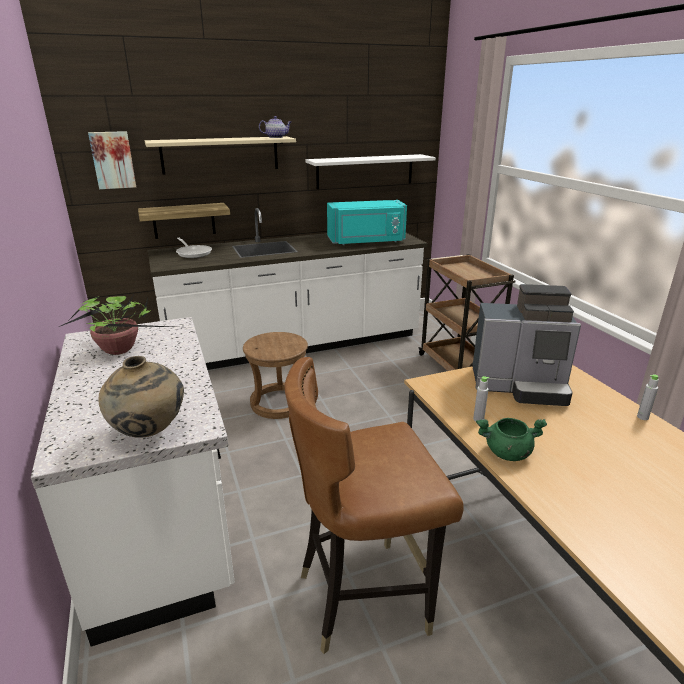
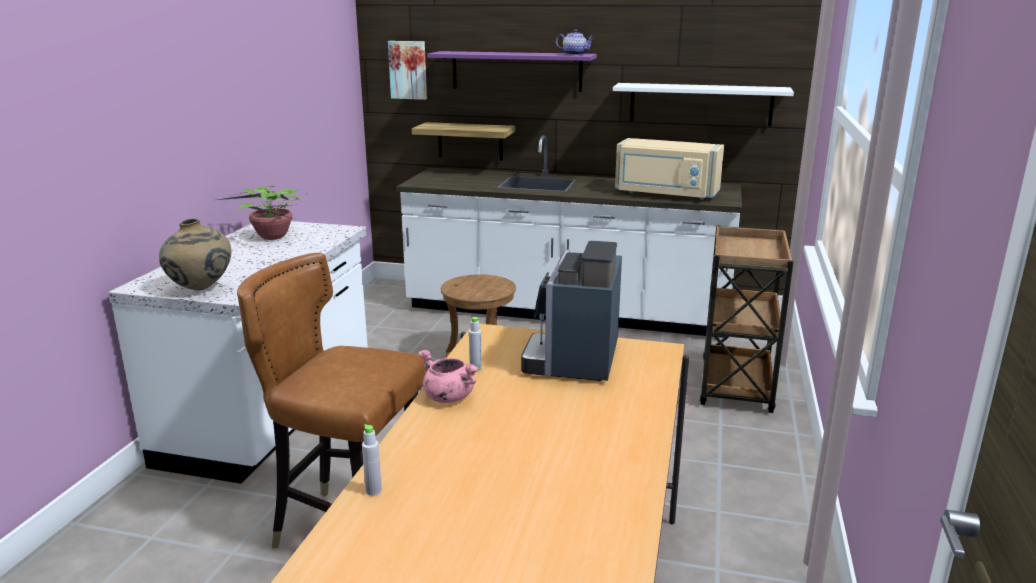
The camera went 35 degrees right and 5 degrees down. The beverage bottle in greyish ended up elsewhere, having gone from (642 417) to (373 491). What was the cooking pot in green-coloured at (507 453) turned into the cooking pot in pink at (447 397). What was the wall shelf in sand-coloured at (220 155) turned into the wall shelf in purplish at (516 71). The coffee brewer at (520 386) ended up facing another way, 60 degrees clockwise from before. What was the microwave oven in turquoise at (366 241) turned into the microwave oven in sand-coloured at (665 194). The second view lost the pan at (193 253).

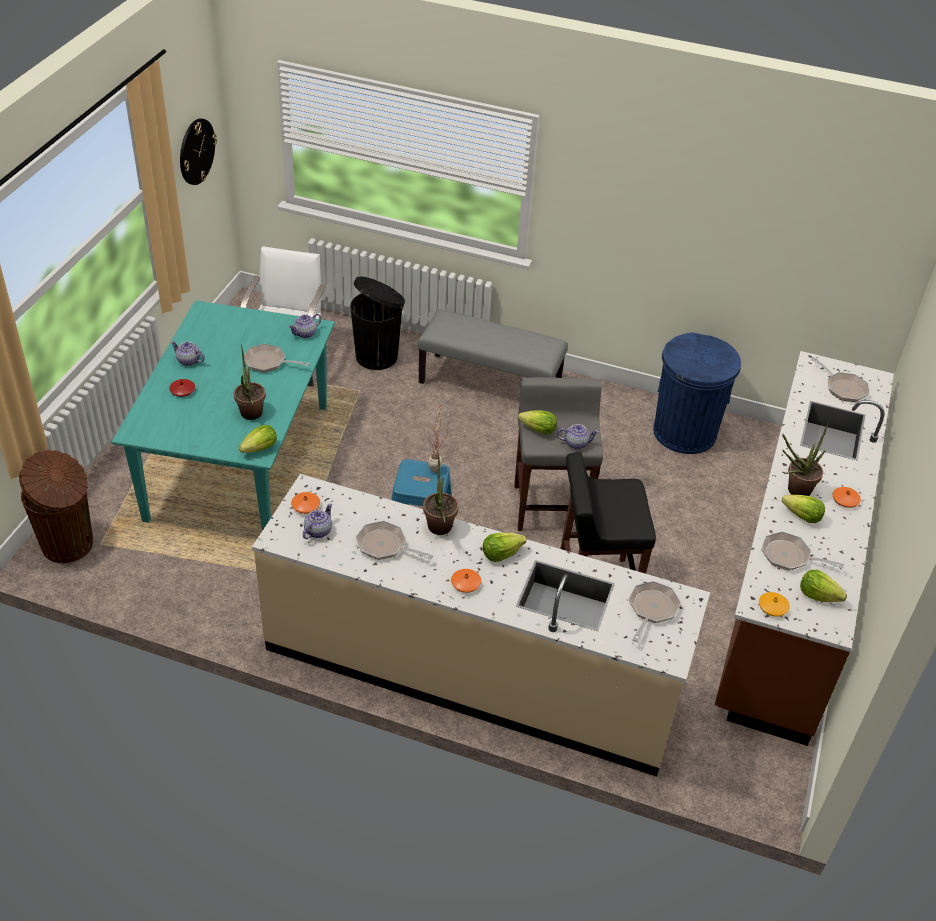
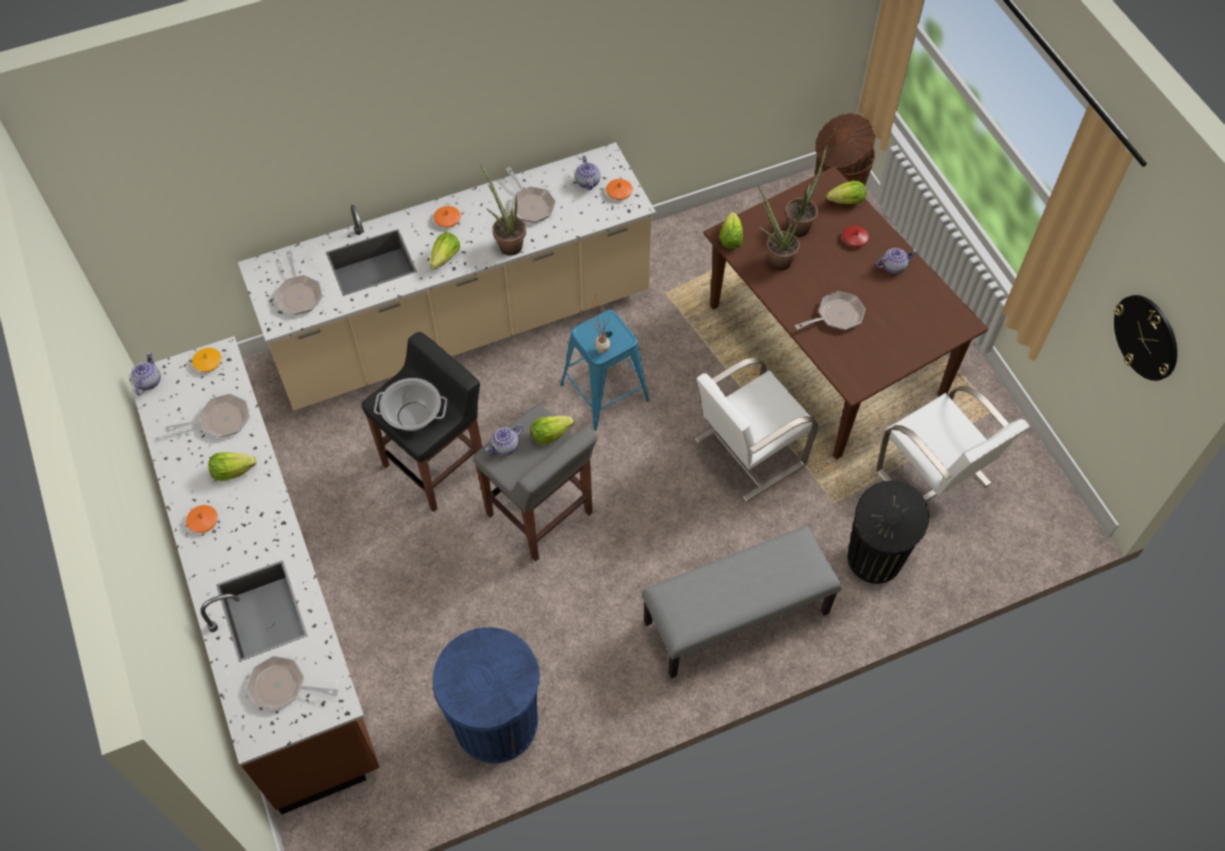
The camera went 140 degrees right and 15 degrees up. The tea pot ended up elsewhere, having gone from (305 333) to (148 381). The second view gained the cooking pot at (413 416). The pan at (385 546) ended up facing another way, 75 degrees clockwise from before. The second view gained the plain chair in white at (747 452). What was the dinner table in turquoise at (240 462) turned into the dinner table in brownish at (824 350). The plant in a pot ended up elsewhere, having gone from (794 491) to (801 224). The lettuce ended up elsewhere, having gone from (818 595) to (846 201).

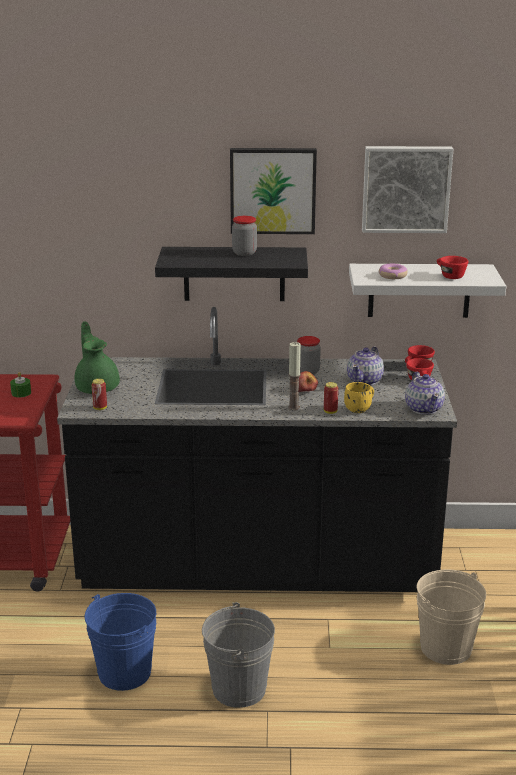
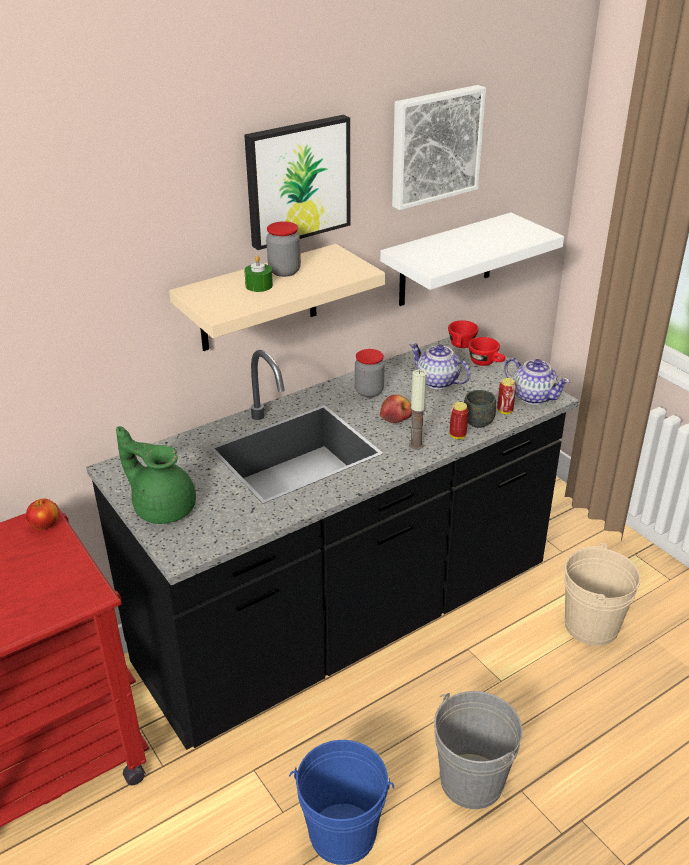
The camera went 35 degrees left and 10 degrees up. The second view gained the whole apple at (45 525). What was the wall shelf in blackish at (234 273) turned into the wall shelf in sand-coloured at (258 299). The wax light in green-coloured ended up elsewhere, having gone from (21 393) to (259 285). The tea pot at (365 380) ended up facing another way, 135 degrees clockwise from before. What was the mug in yellowish at (360 408) turned into the mug in greyish at (479 419). The sealed can ended up elsewhere, having gone from (100 408) to (504 411). The second view lost the donut at (392 276). The second view lost the small cup in red-coloured at (449 276).

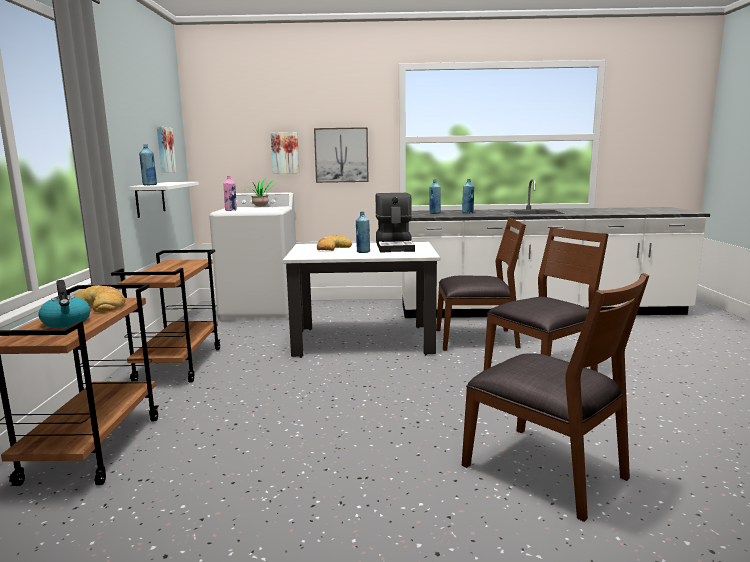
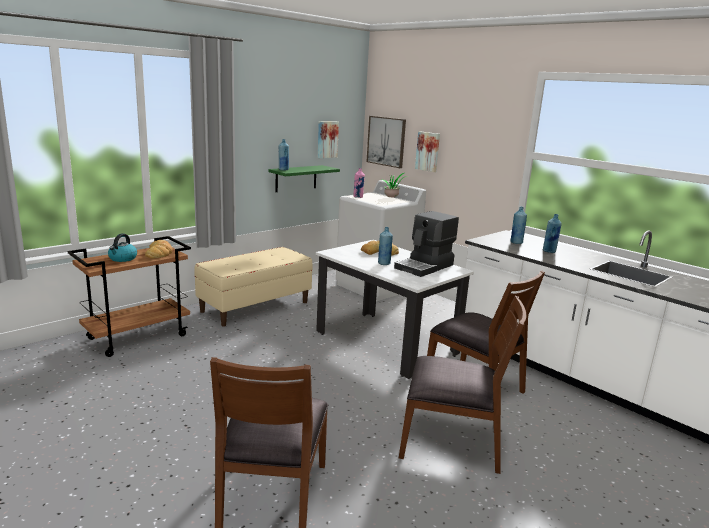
The camera went 45 degrees right and 5 degrees up. Where the wheeled cart in brownish stood at (179 364), the indoor bench in sand-coloured came to stand at (255 306). What was the wall shelf in white at (150 199) turned into the wall shelf in green-coloured at (296 178). The picture ended up elsewhere, having gone from (341 155) to (386 141).

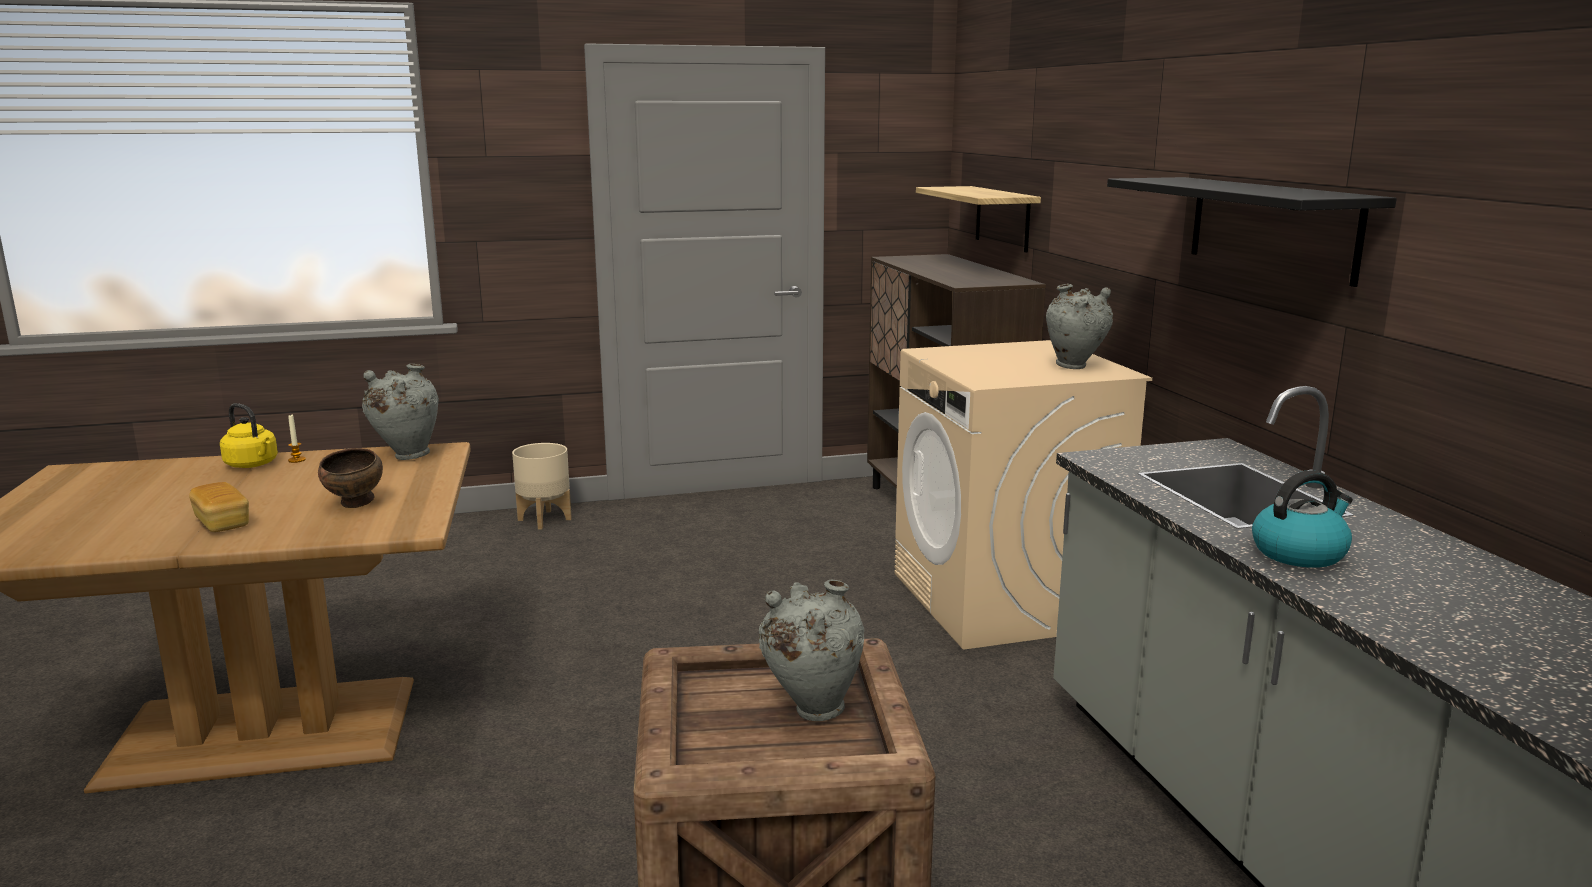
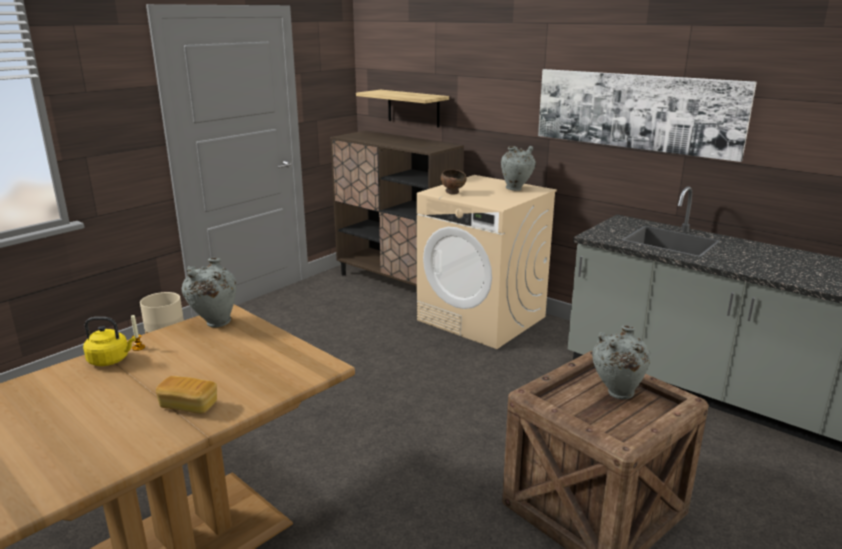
The camera went 35 degrees left and 5 degrees up. The deep dish in brownish ended up elsewhere, having gone from (356 504) to (453 193). Where the wall shelf in blackish hung at (1271 227), the picture came to hang at (636 111). The second view lost the tea kettle at (1299 553).

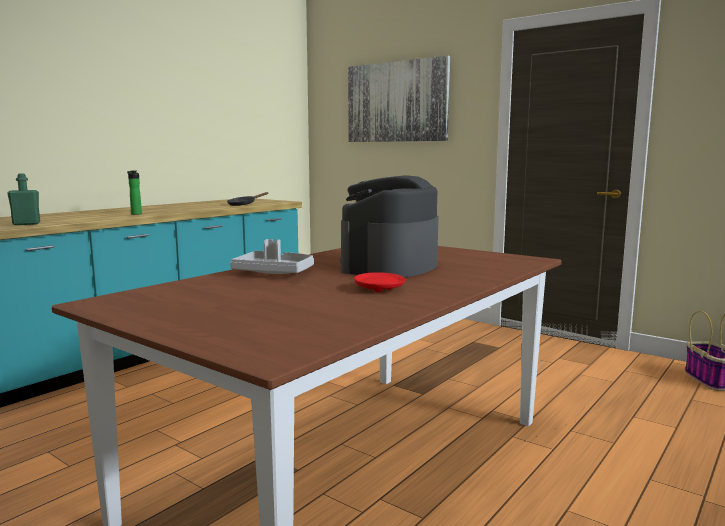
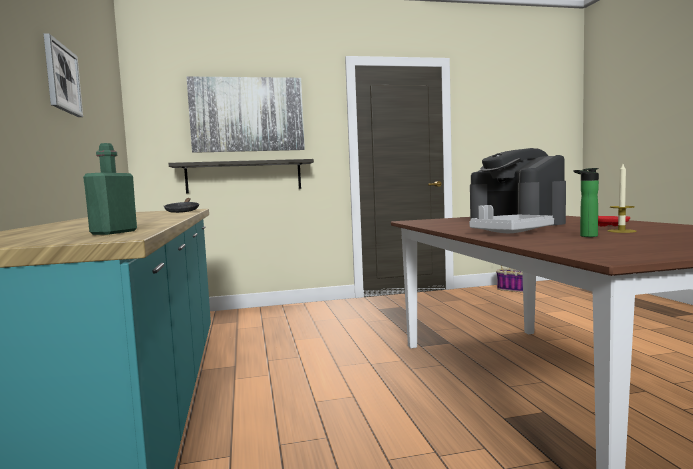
The camera went 50 degrees left and 5 degrees down. The second view gained the picture at (62 78). The second view gained the wall shelf at (244 176). The beverage bottle ended up elsewhere, having gone from (135 214) to (586 236). The second view gained the wax light at (621 231).

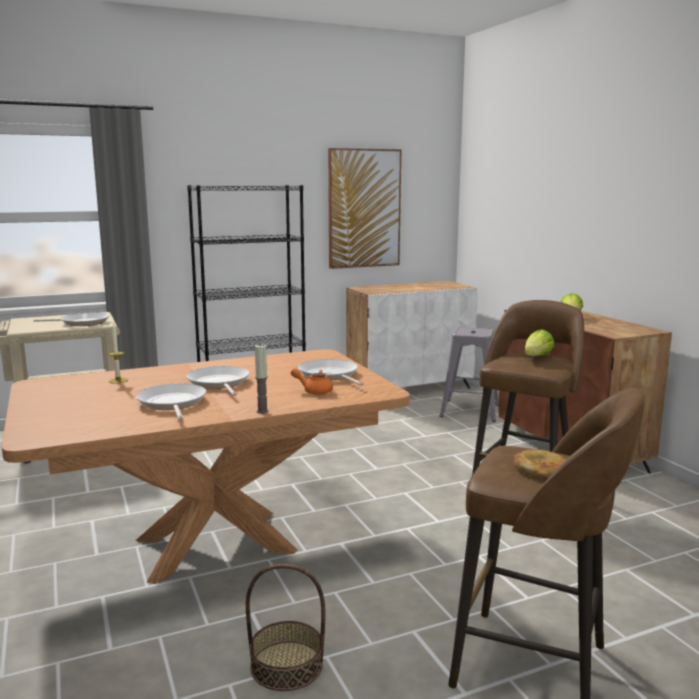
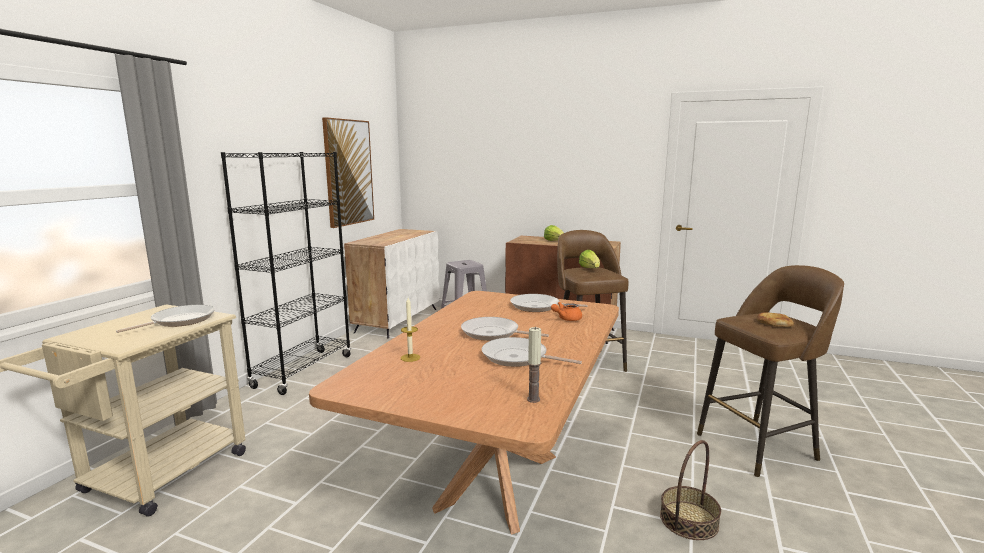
The camera went 45 degrees left and 0 degrees up. The wax light ended up elsewhere, having gone from (262 411) to (533 399).

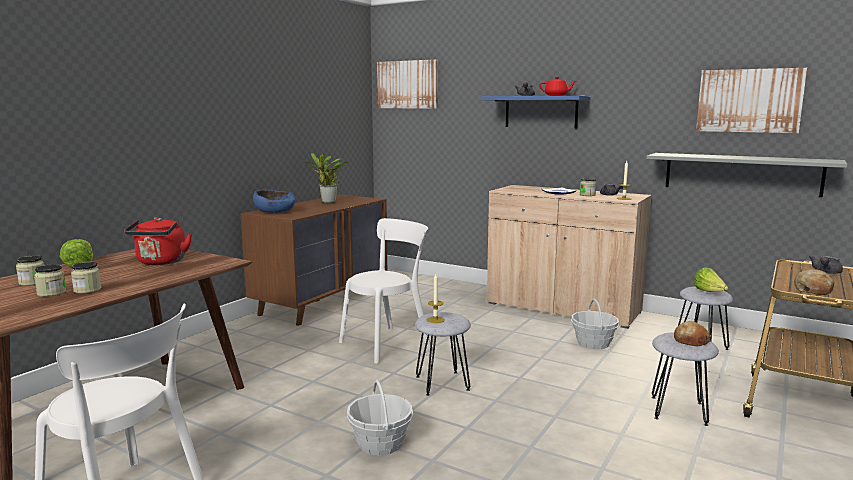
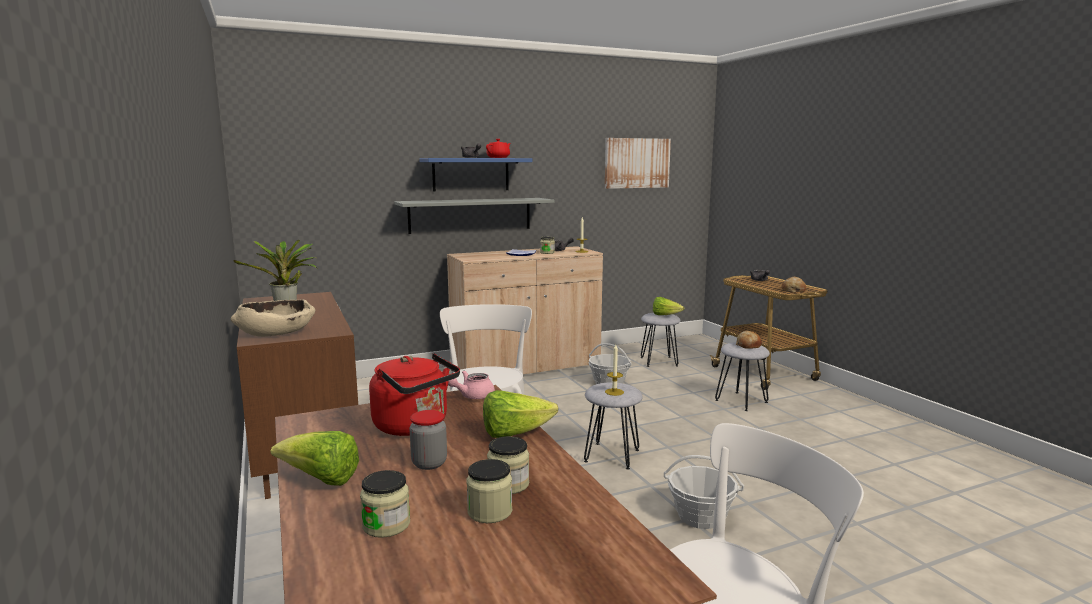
The camera went 55 degrees left and 0 degrees up. What was the deep dish in blue at (275 211) turned into the deep dish in sand-coloured at (276 332). The wall shelf in greyish ended up elsewhere, having gone from (741 173) to (470 215). The second view gained the preserve jar at (429 463). The second view gained the tea pot in pink at (472 396). The second view gained the lettuce at (514 434). The second view lost the picture at (408 84).

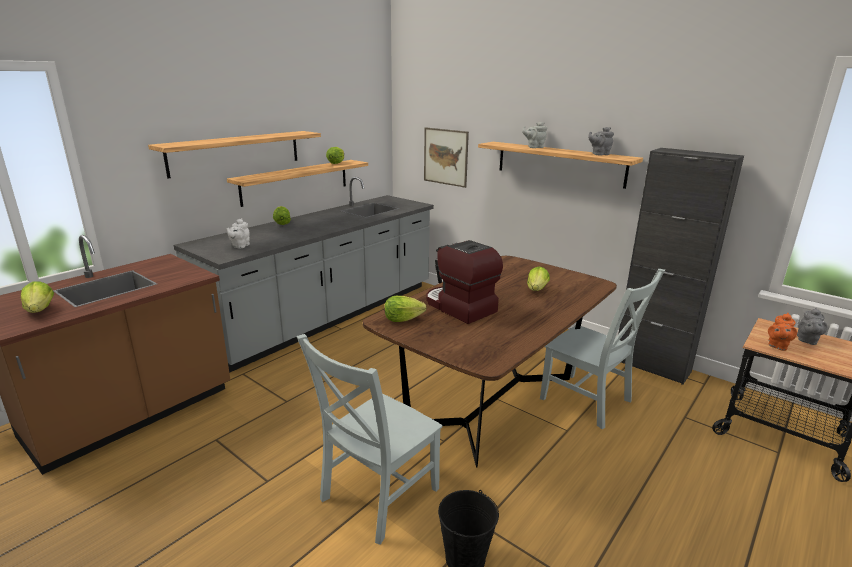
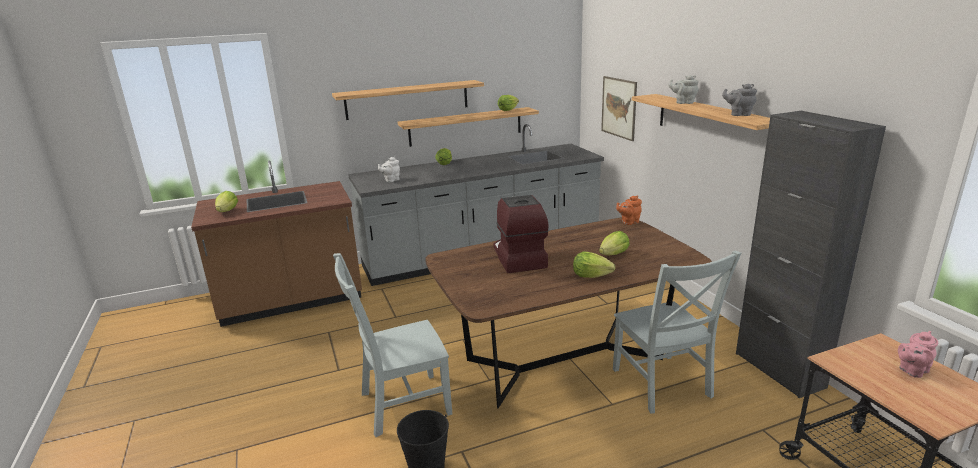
The camera went 30 degrees right and 0 degrees up. The lettuce ended up elsewhere, having gone from (402 319) to (591 276). The tea pot in orange-coloured ended up elsewhere, having gone from (777 346) to (628 222). What was the tea pot in greyish at (806 340) turned into the tea pot in pink at (912 370).

